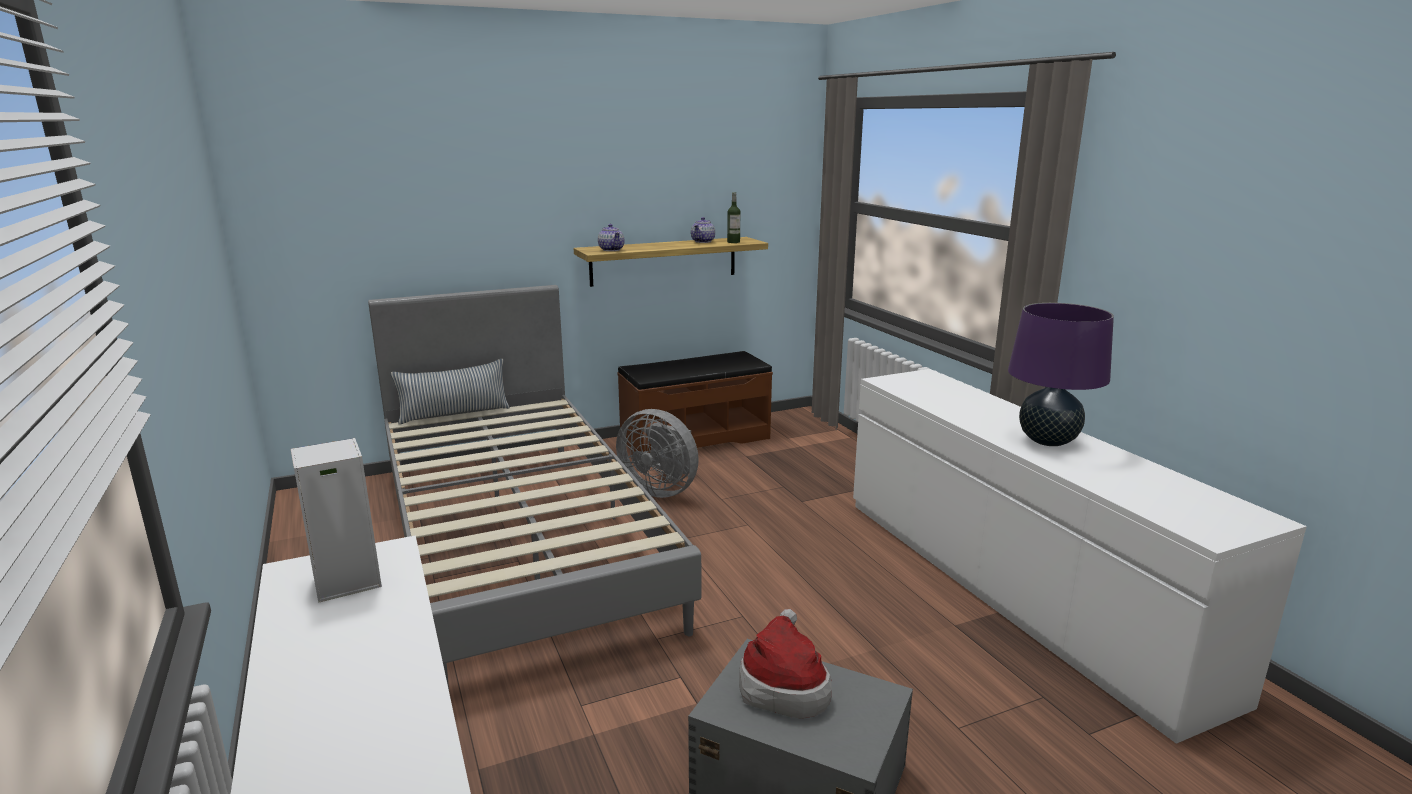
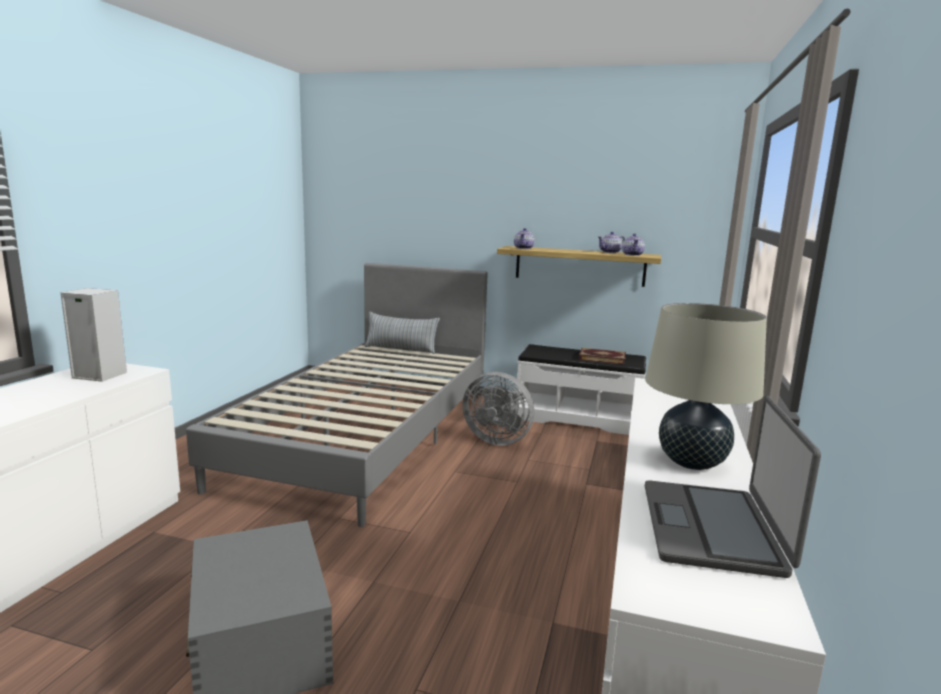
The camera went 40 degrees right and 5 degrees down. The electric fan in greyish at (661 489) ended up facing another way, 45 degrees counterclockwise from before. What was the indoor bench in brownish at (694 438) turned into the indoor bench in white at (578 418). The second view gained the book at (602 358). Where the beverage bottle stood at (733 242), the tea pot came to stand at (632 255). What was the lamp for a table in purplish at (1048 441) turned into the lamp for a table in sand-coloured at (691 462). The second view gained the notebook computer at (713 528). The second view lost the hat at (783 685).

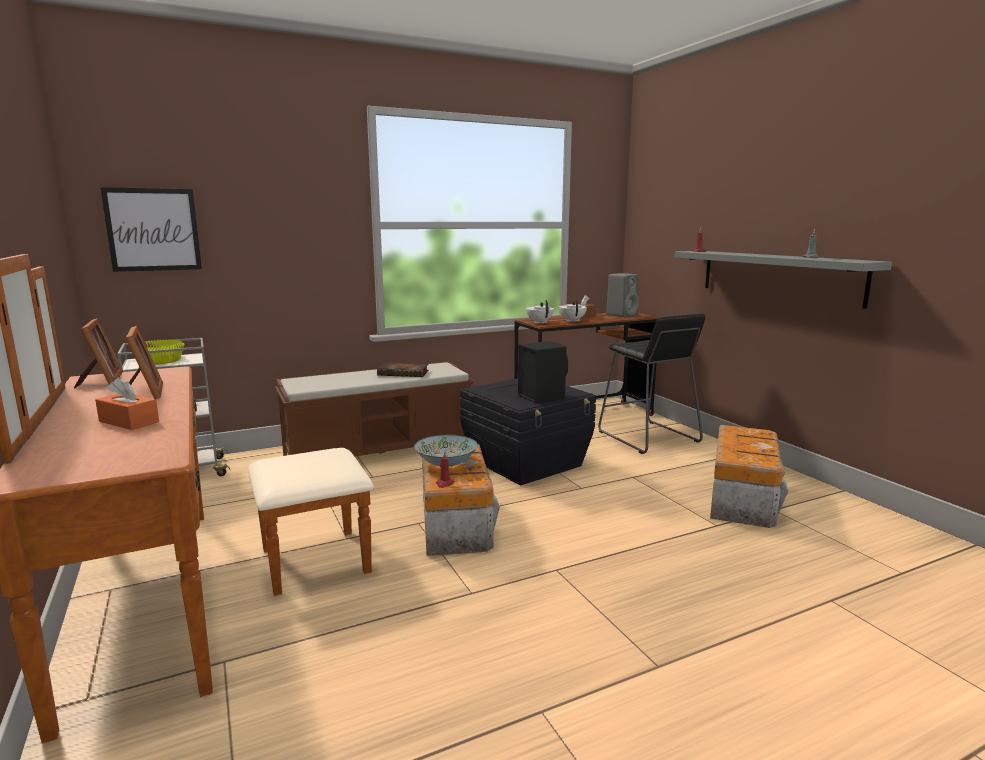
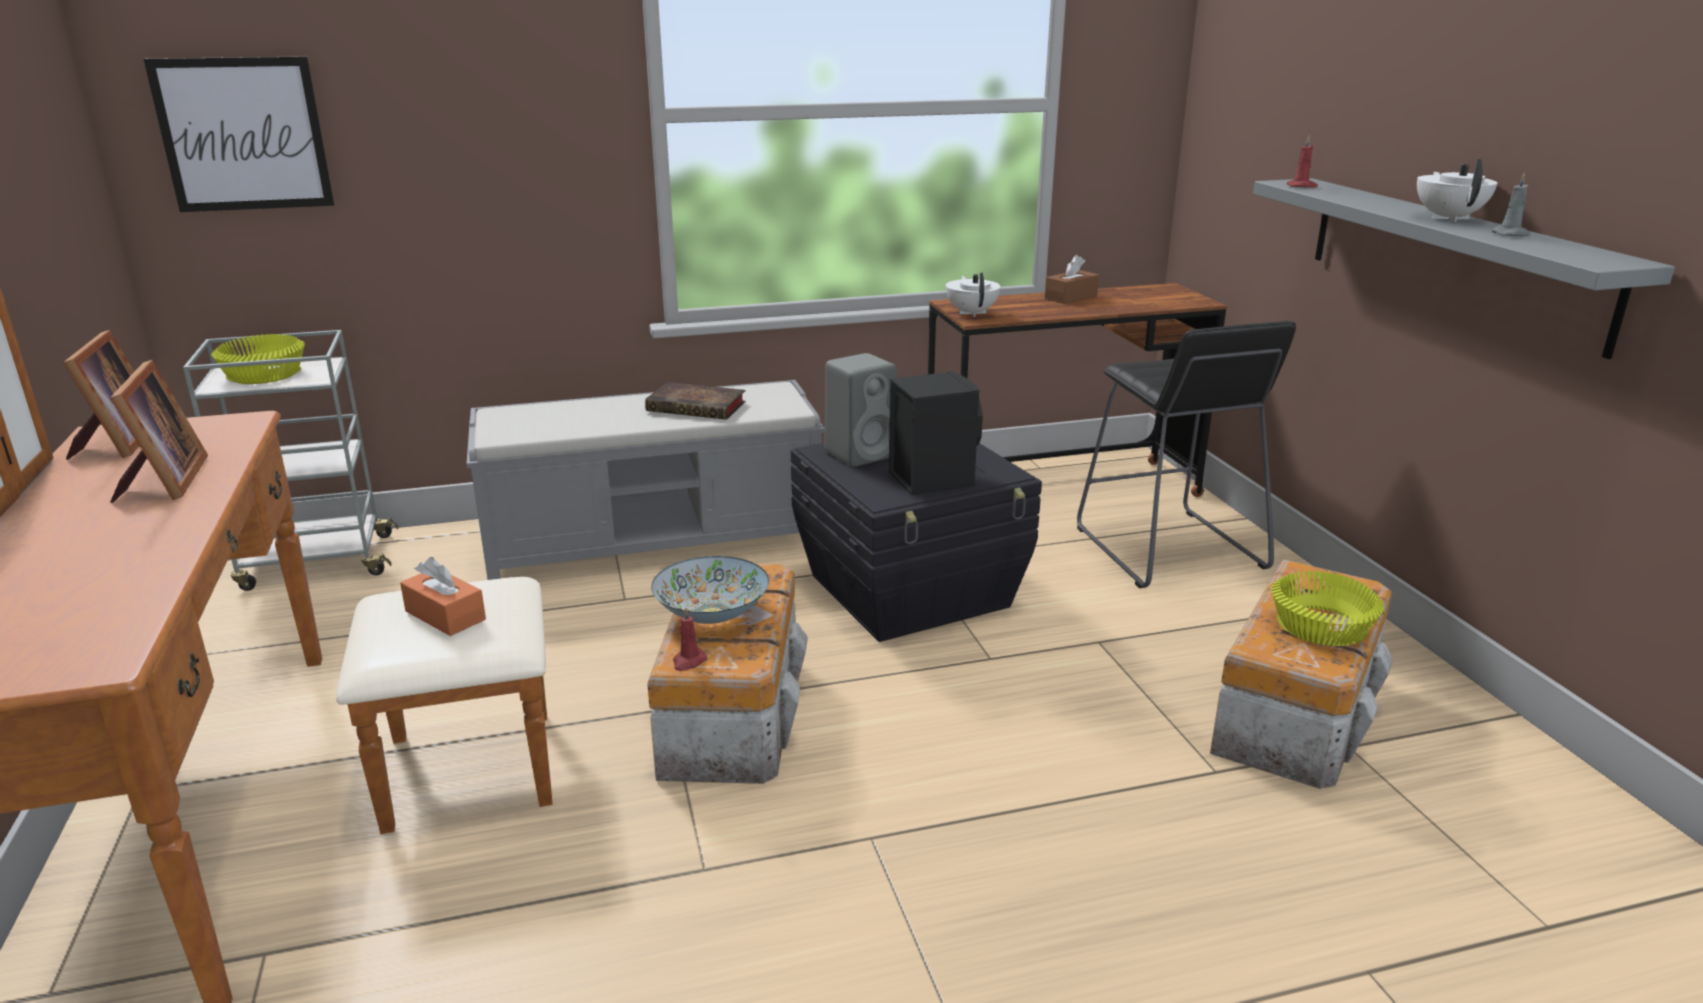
The camera went 10 degrees right and 10 degrees up. The tissue box in orange-coloured ended up elsewhere, having gone from (129 422) to (445 615). What was the indoor bench in brownish at (380 452) turned into the indoor bench in greyish at (658 544). The speaker in greyish ended up elsewhere, having gone from (622 315) to (862 453). The second view gained the deep dish in yellowish at (1323 626). The tea pot in white ended up elsewhere, having gone from (572 321) to (1449 218).

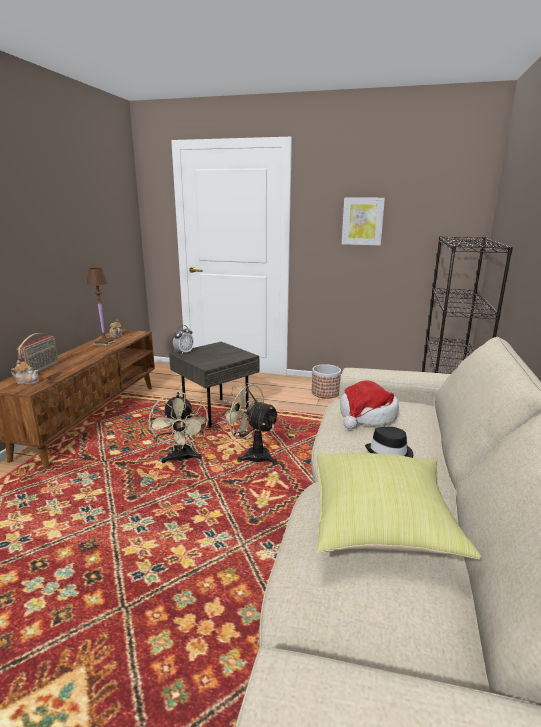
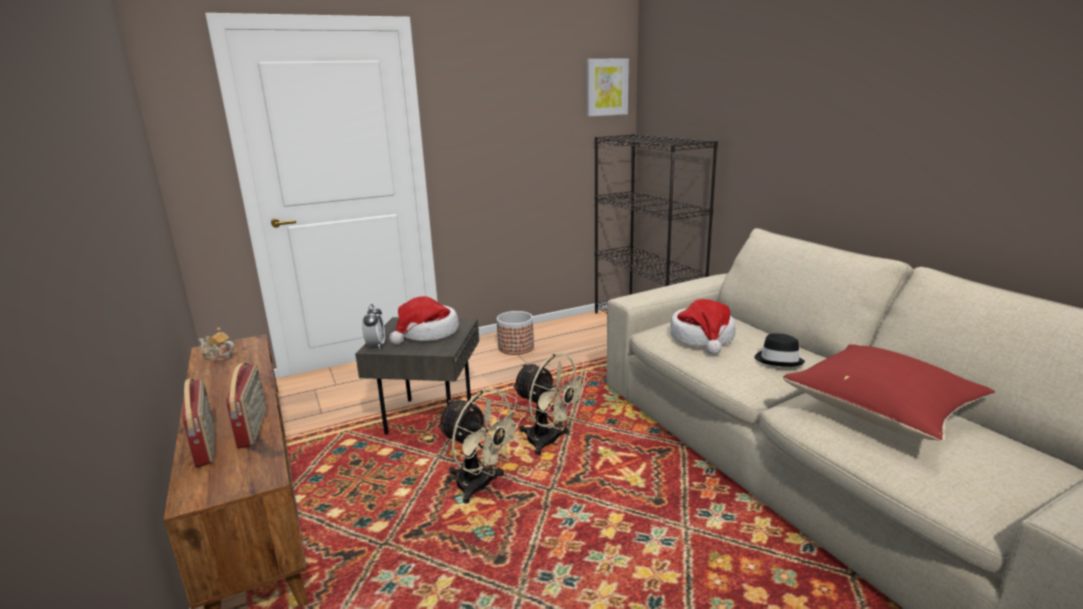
The camera went 40 degrees left and 0 degrees up. The second view gained the radio set at (253 427). The second view gained the hat at (427 333). The electric fan in sand-coloured at (252 454) ended up facing another way, 135 degrees counterclockwise from before. The picture ended up elsewhere, having gone from (362 221) to (606 87). What was the pillow in yellowish at (382 525) turned into the pillow in red-coloured at (882 412). The second view lost the tea pot at (27 381). The second view lost the lamp for a table in brownish at (104 343).

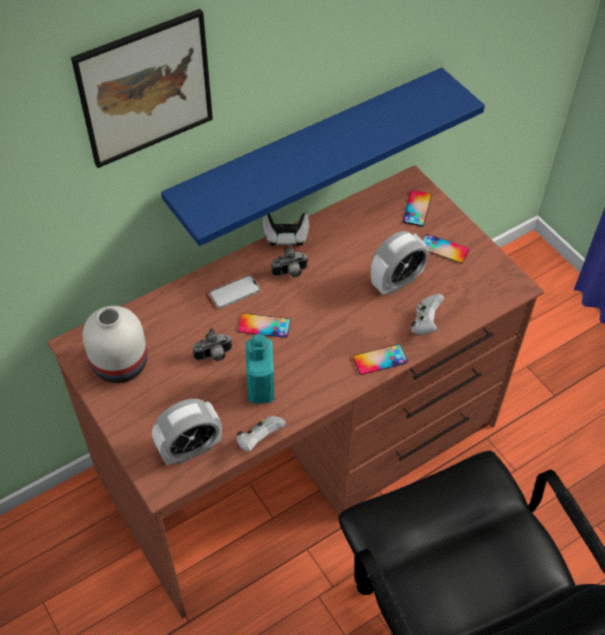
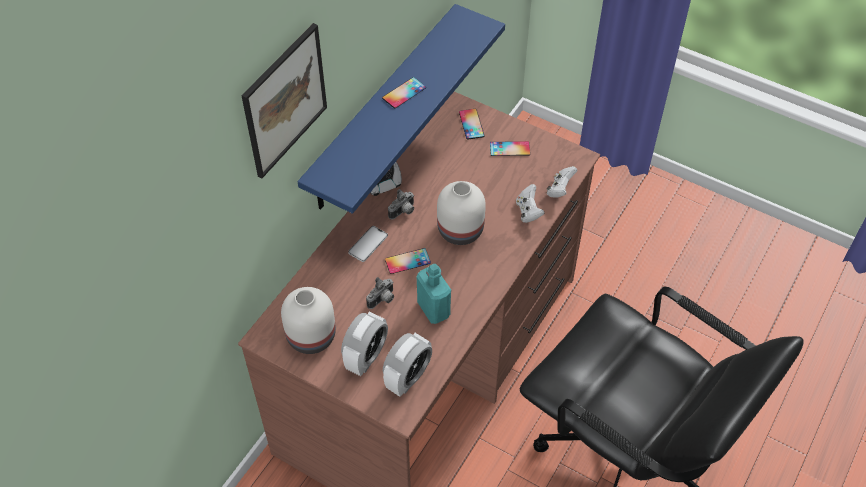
The camera went 25 degrees left and 0 degrees up. The alarm clock ended up elsewhere, having gone from (396 282) to (366 357). The telephone ended up elsewhere, having gone from (380 359) to (404 93). The second view gained the vase in white at (459 230). The gamepad in white ended up elsewhere, having gone from (259 440) to (560 189).

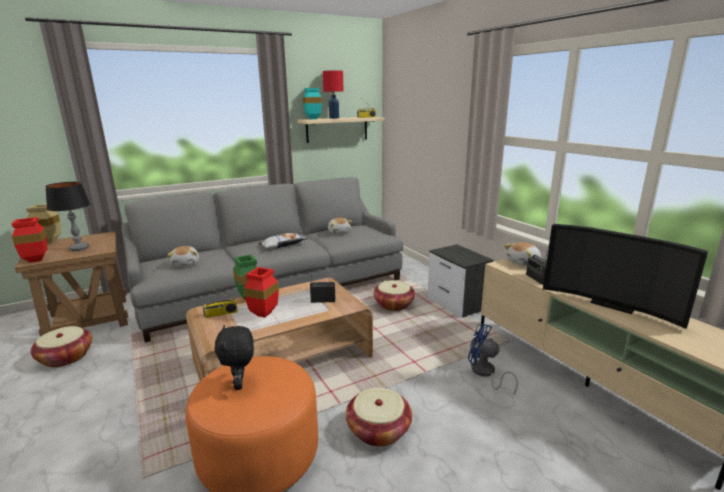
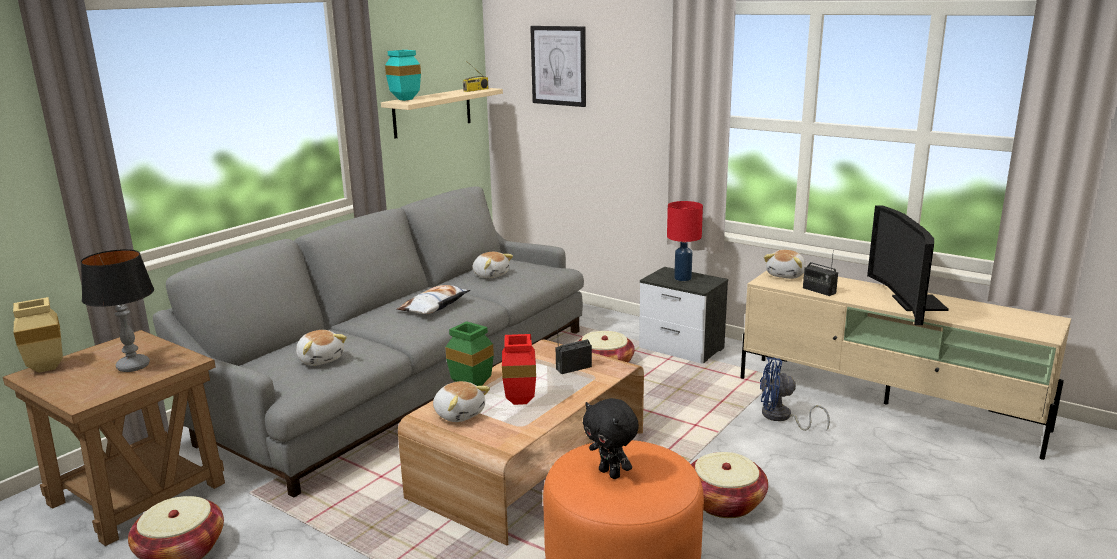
The camera went 25 degrees left and 0 degrees up. Where the radio set stood at (220 314), the soft toy came to stand at (459 413). The second view gained the picture at (559 65). The lamp for a table in red-coloured ended up elsewhere, having gone from (334 118) to (682 278). The television at (612 304) ended up facing another way, 75 degrees clockwise from before. The second view lost the vase in red-coloured at (34 261).

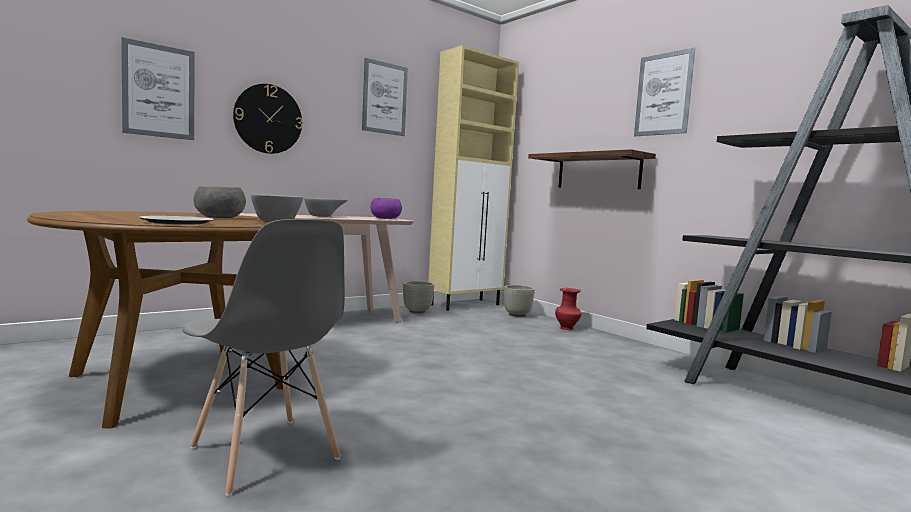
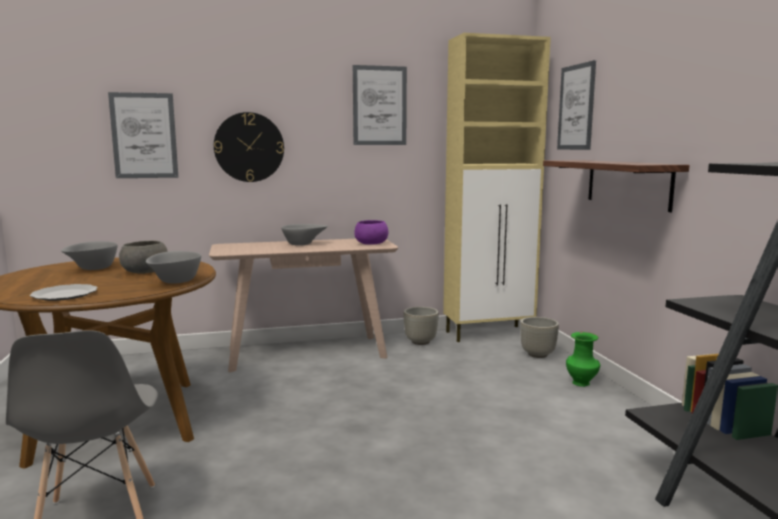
The camera went 25 degrees right and 5 degrees up. The second view gained the deep dish in greyish at (92 269). The picture ended up elsewhere, having gone from (663 94) to (576 107). What was the vase in red-coloured at (567 328) turned into the vase in green-coloured at (582 383).

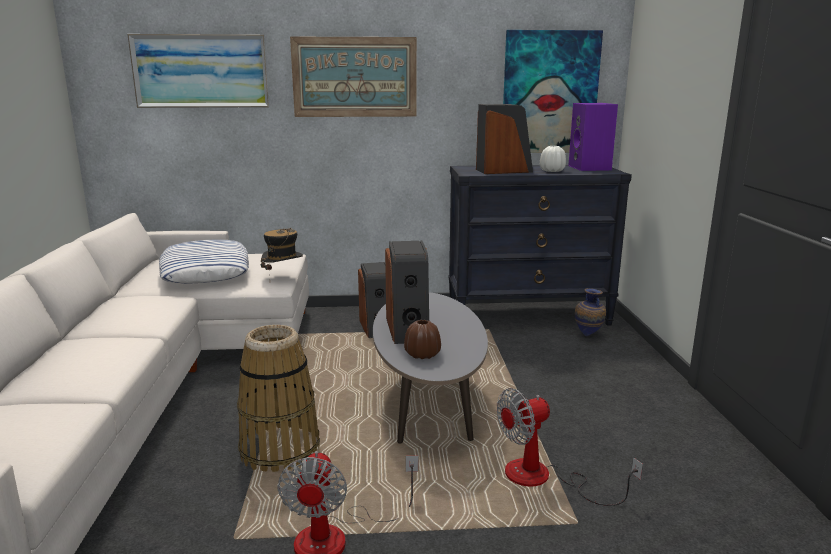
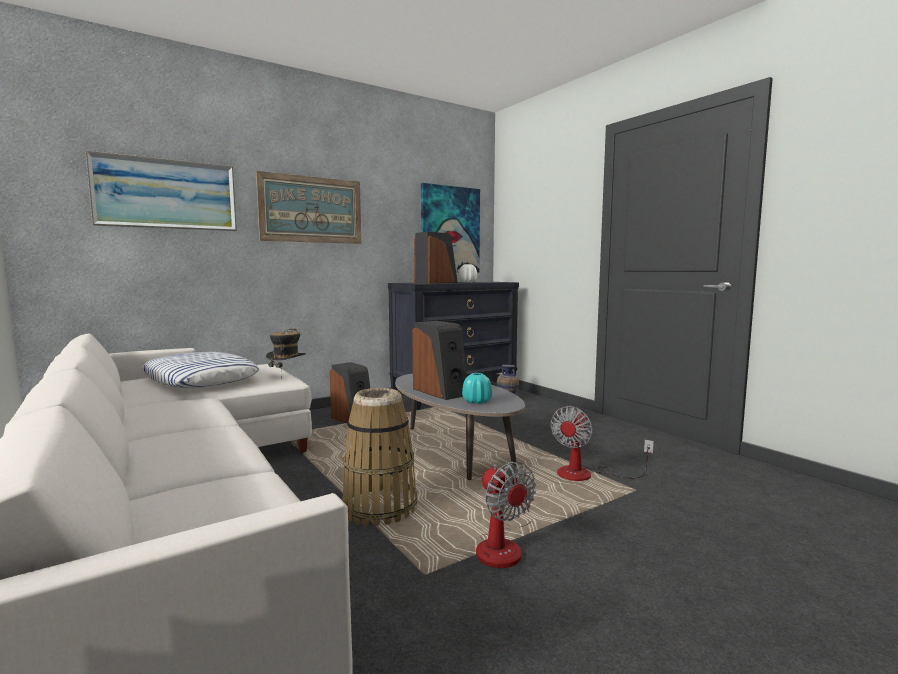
The camera went 30 degrees left and 10 degrees down. What was the vase in brownish at (422 355) turned into the vase in turquoise at (477 401). The second view lost the speaker in purplish at (590 168).

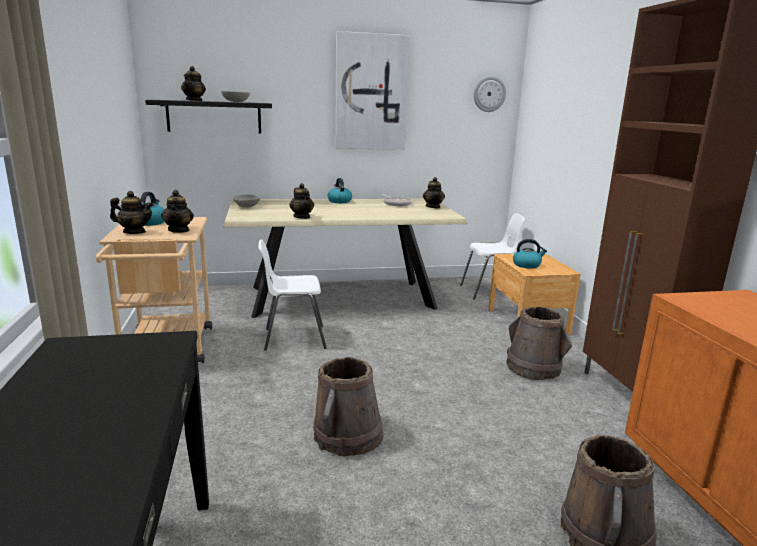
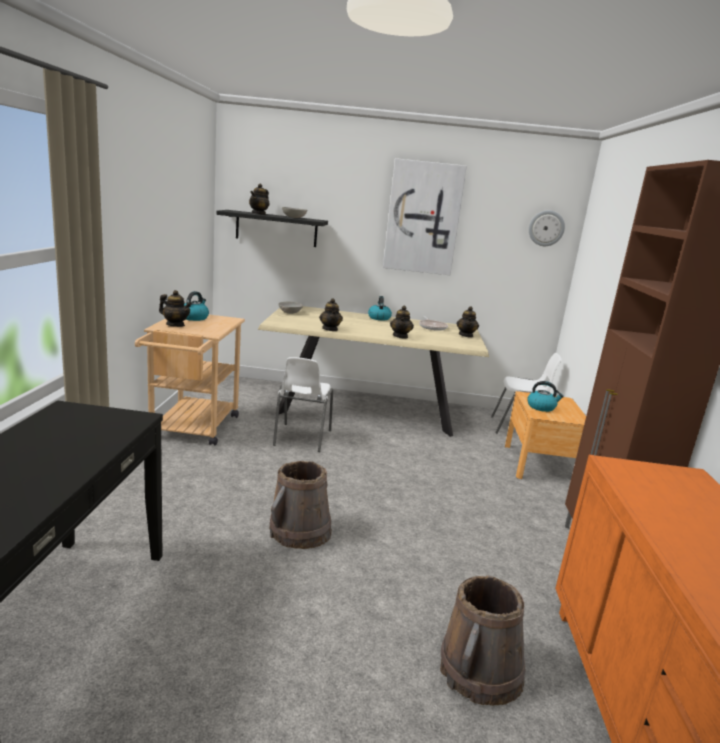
The camera went 15 degrees right and 0 degrees up. The plain chair in white at (293 338) ended up facing another way, 90 degrees counterclockwise from before. The tea pot ended up elsewhere, having gone from (179 230) to (400 336). The second view lost the bucket in brownish at (533 368).

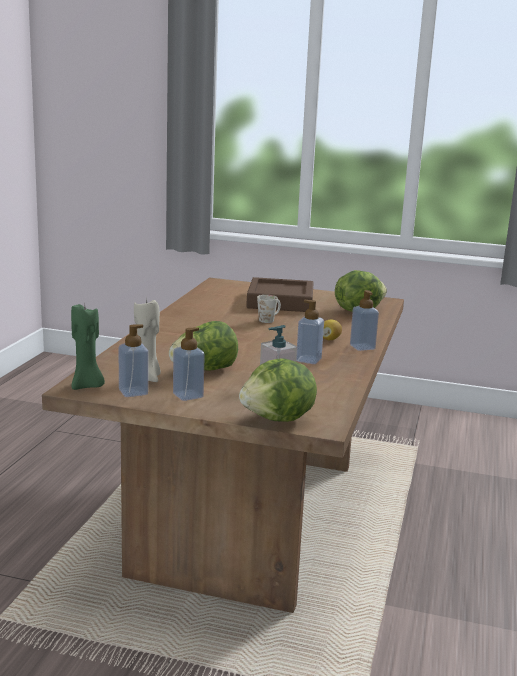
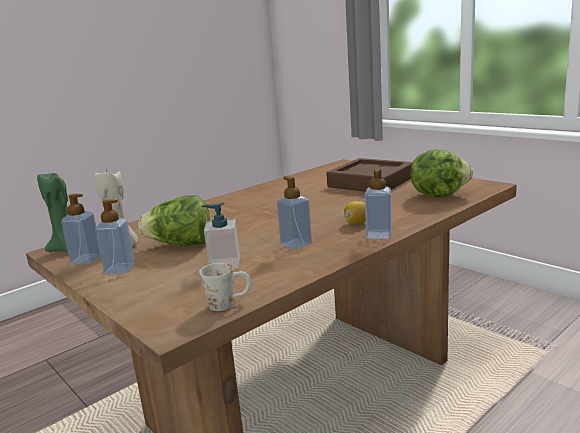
The camera went 35 degrees right and 0 degrees up. The mug in white ended up elsewhere, having gone from (269 319) to (229 303). The second view lost the lettuce at (279 419).

